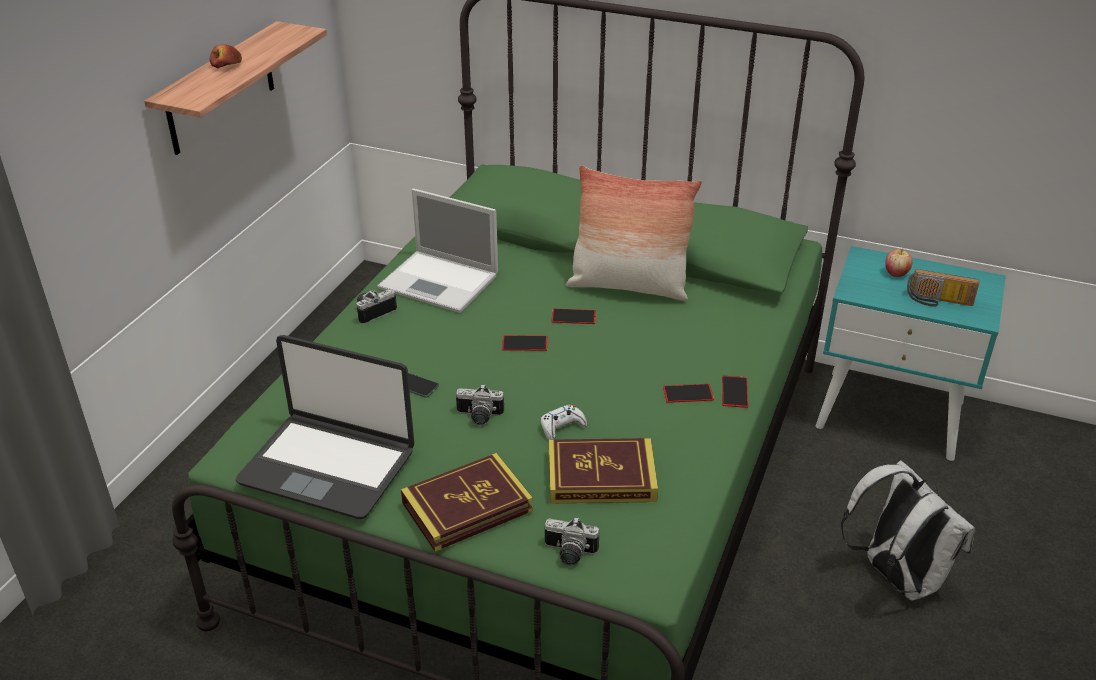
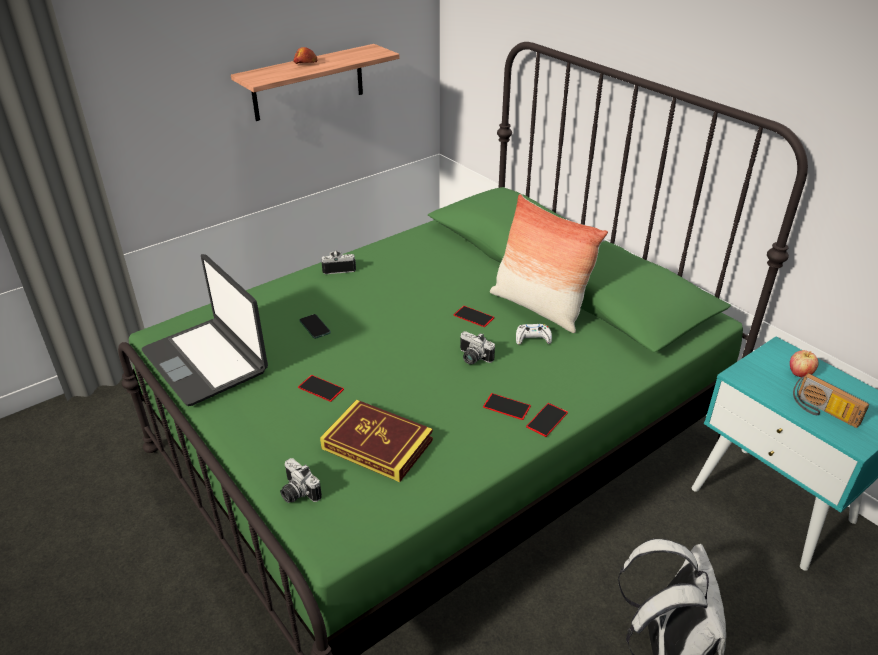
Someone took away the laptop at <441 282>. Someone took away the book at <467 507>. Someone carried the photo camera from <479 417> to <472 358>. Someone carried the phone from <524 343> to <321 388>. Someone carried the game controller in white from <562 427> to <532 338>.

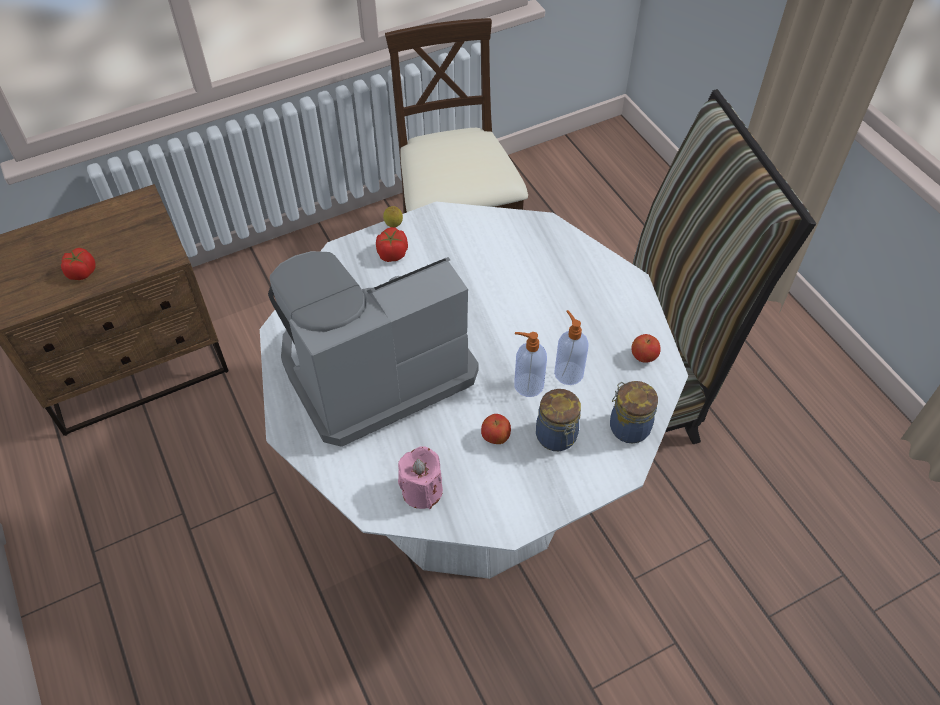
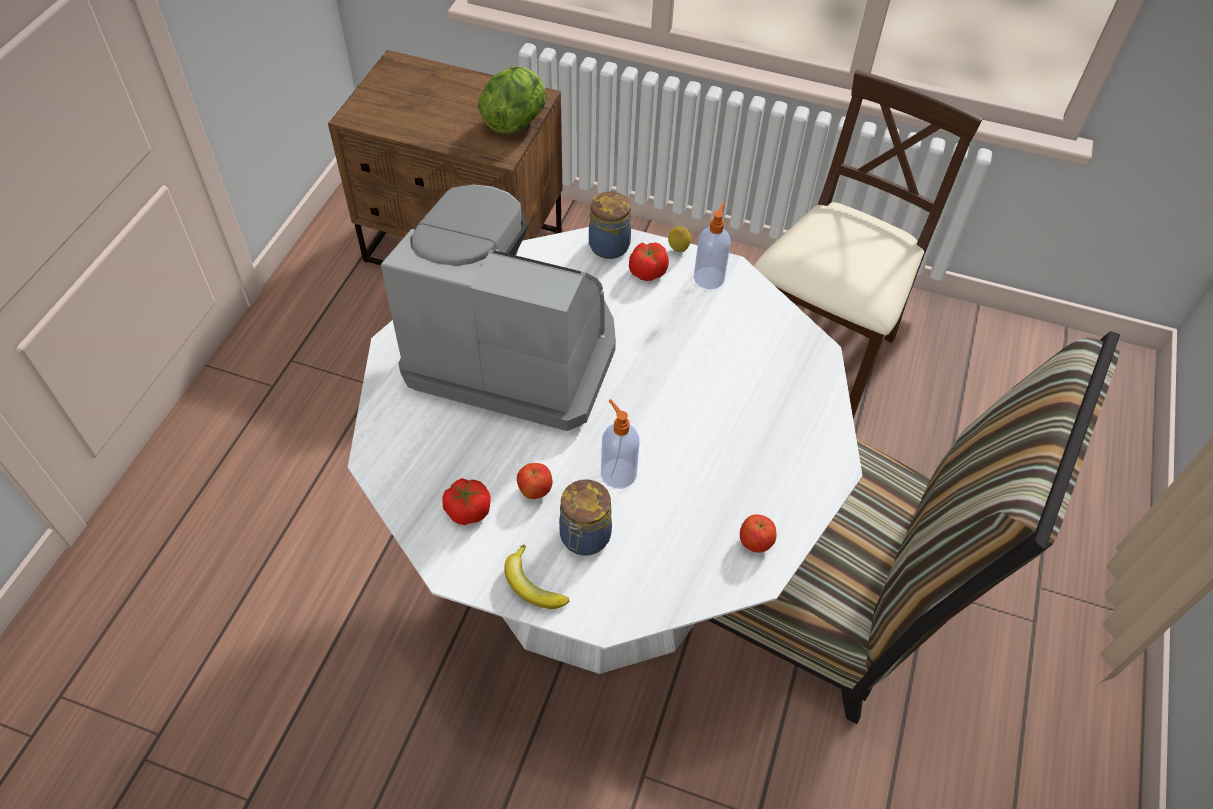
Someone took away the candle in pink at <422 490>. Someone put down the lettuce at <516 121>. Someone put down the banana at <532 585>. Someone carried the tomato from <81 272> to <468 510>. Someone carried the soap dispenser from <568 372> to <709 277>. Someone carried the jar from <628 426> to <609 244>.

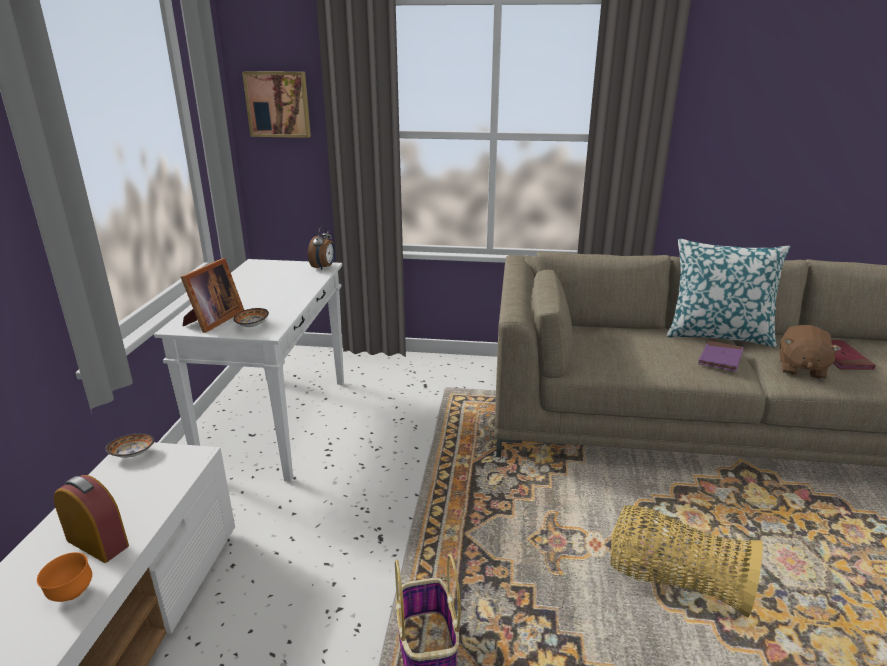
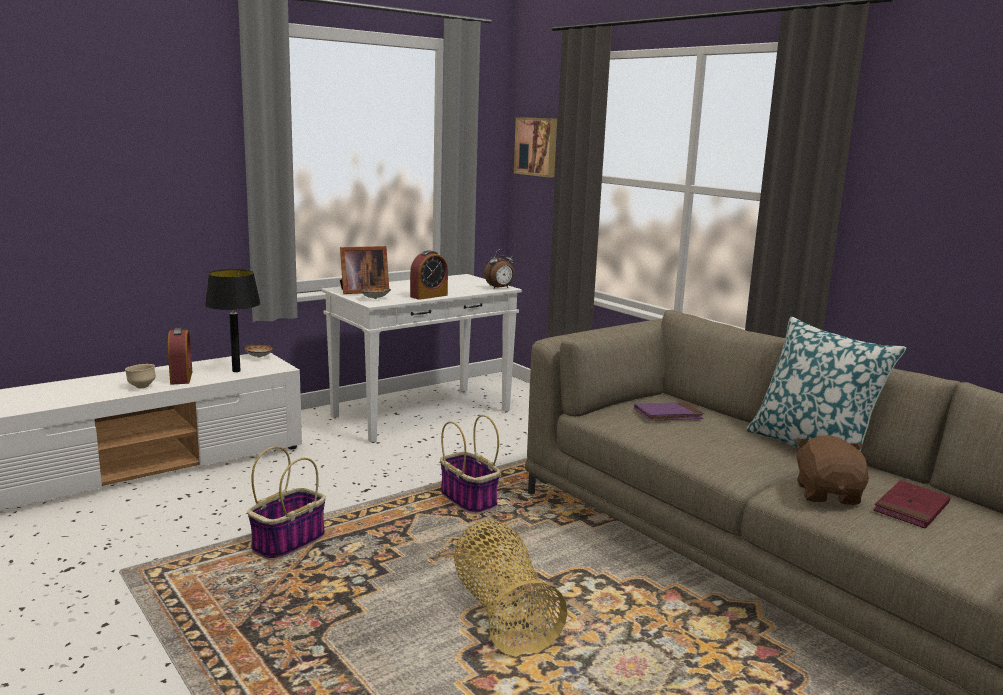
Someone put down the table lamp in black at <236 371>. Someone put down the alarm clock at <429 296>. Someone put down the basket at <469 500>. Someone carried the book in purple from <720 358> to <668 415>. Someone repainted the bowl in orange at <71 594>, which became the bowl in beige at <141 387>. Someone rotated the plush toy in brown at <800 368> by 120 degrees clockwise.

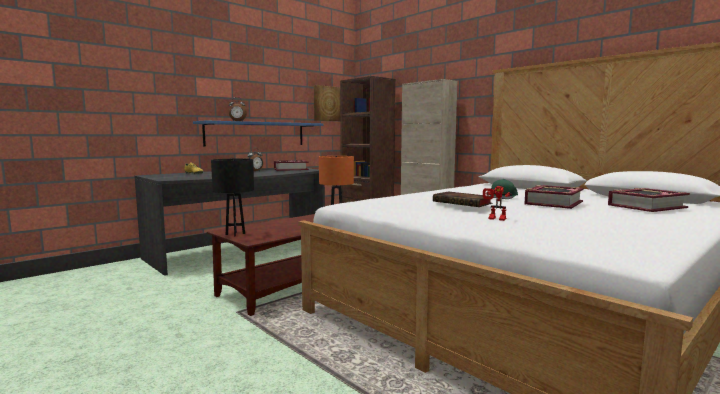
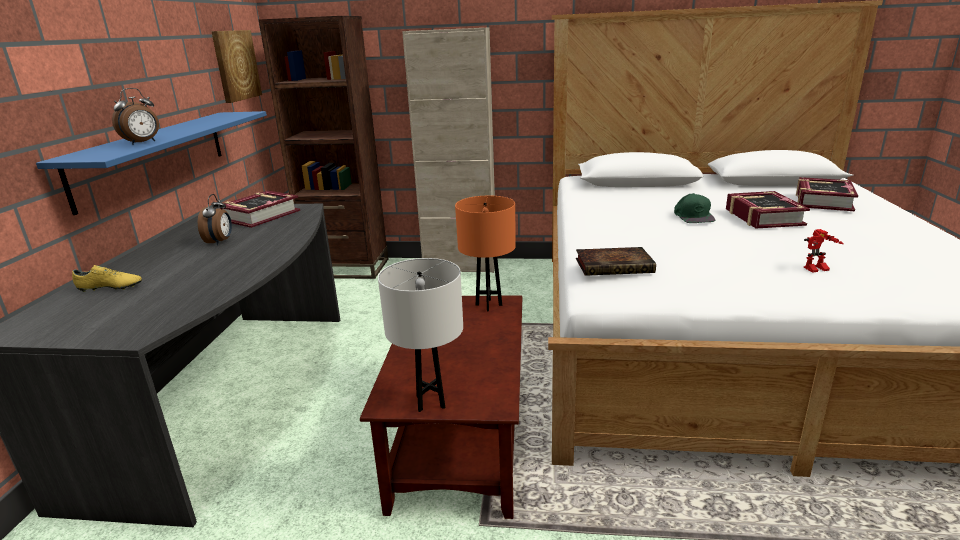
Someone carried the book from <464 203> to <615 266>. Someone repainted the table lamp in black at <235 234>, which became the table lamp in white at <430 402>.

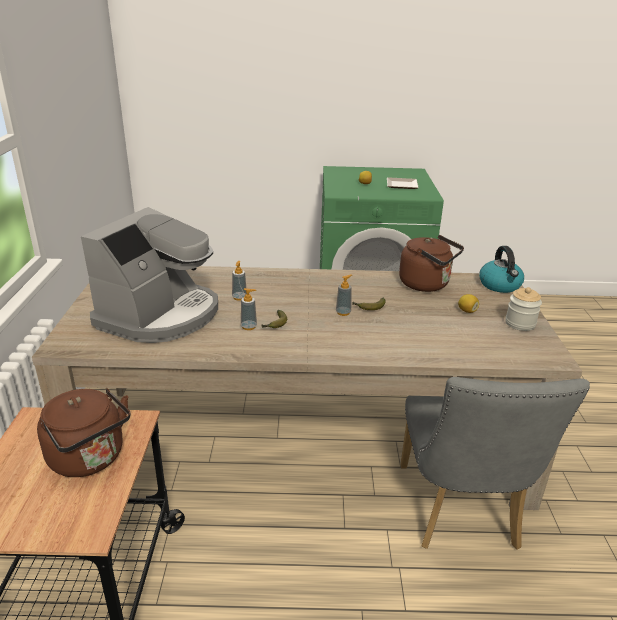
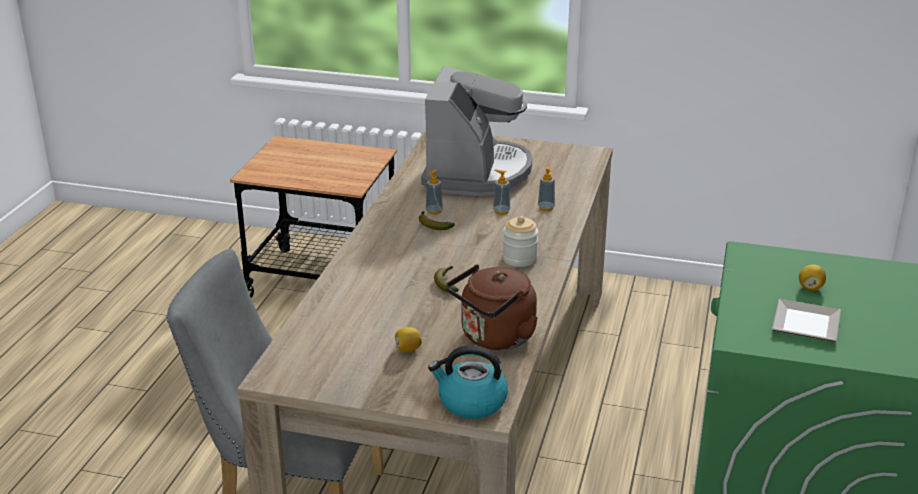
Someone took away the kettle in brown at <90 459>. Someone carried the soap dispenser from <343 312> to <546 208>. Someone carried the jar from <520 323> to <519 259>. Someone rotated the coffee machine at <160 315> by 120 degrees counterclockwise.

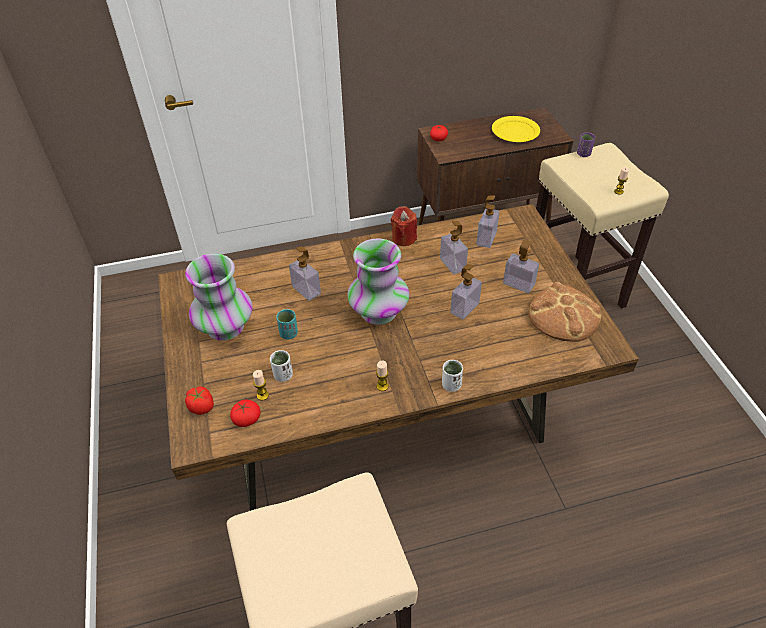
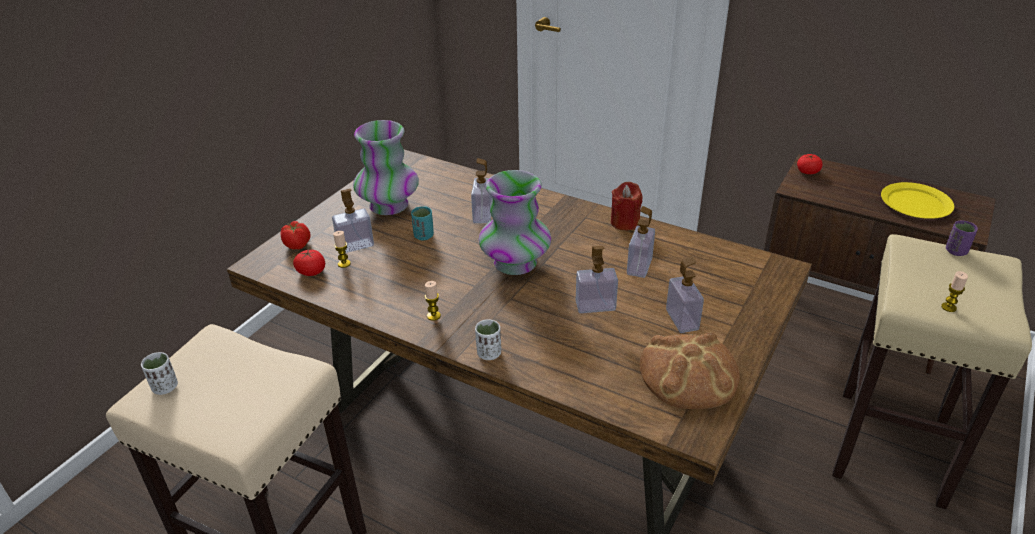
Someone carried the cup in white from <283 375> to <165 387>. Someone carried the soap dispenser from <486 238> to <355 245>.

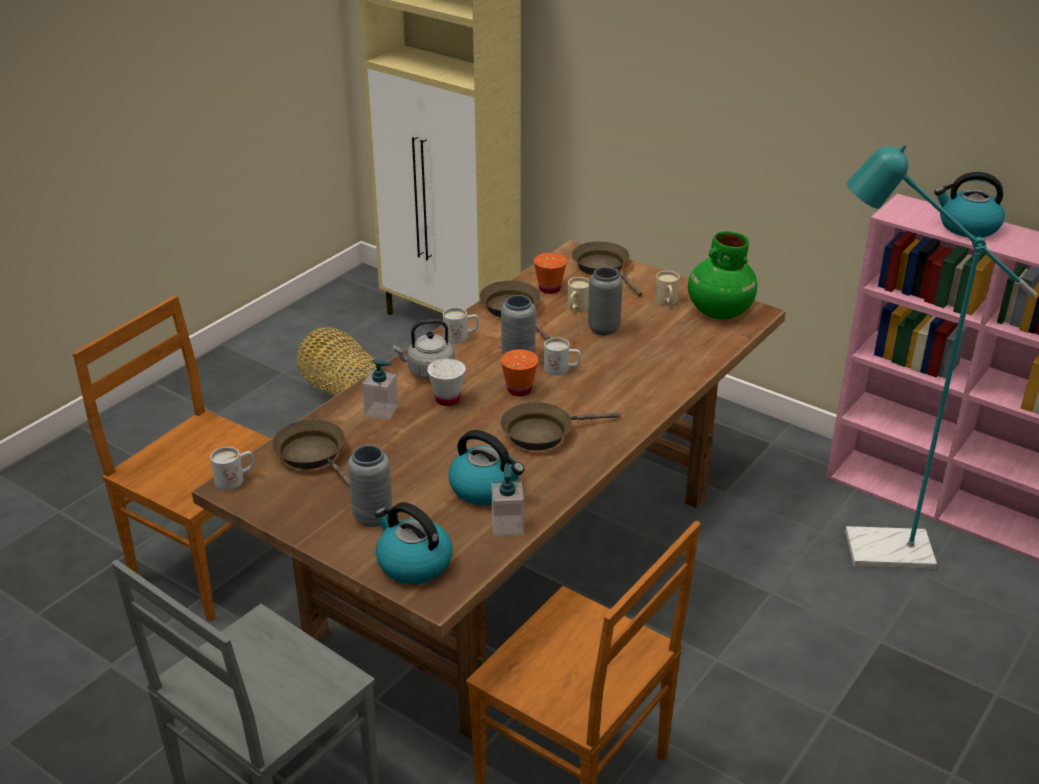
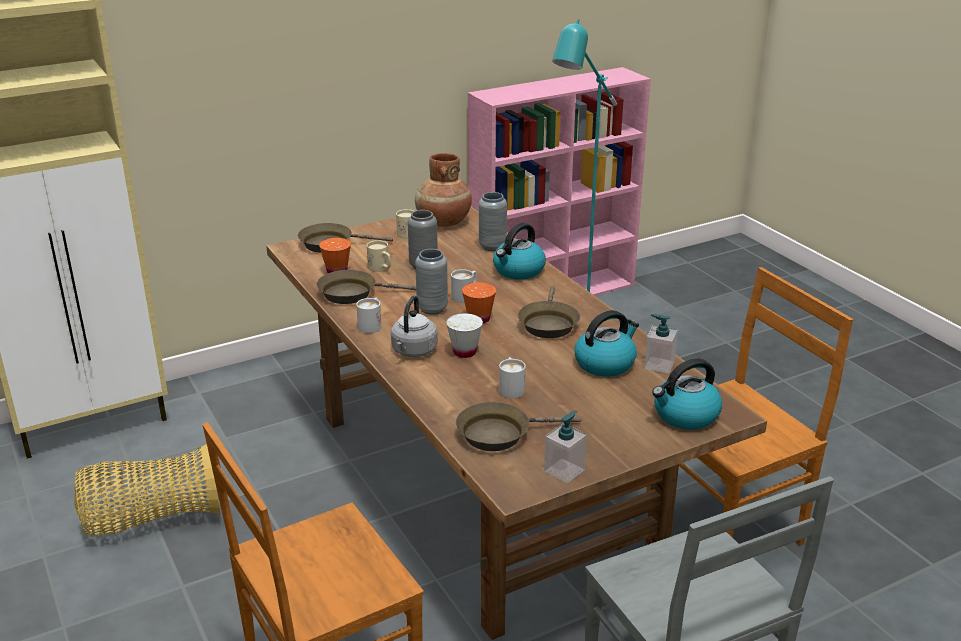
Someone carried the mug in white from <235 479> to <511 388>. Someone carried the vase in grey from <373 517> to <492 246>. Someone carried the soap dispenser from <381 410> to <564 470>. Someone carried the kettle from <967 227> to <518 271>. Someone repainted the vase in green at <719 311>, which became the vase in brown at <443 222>.

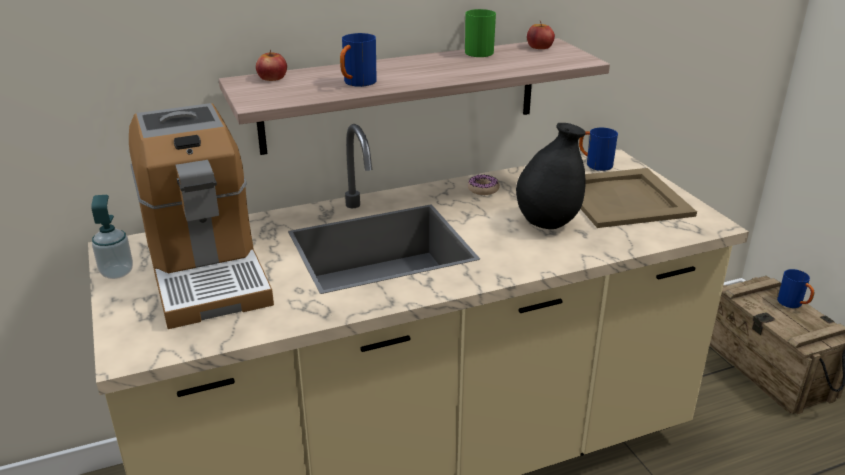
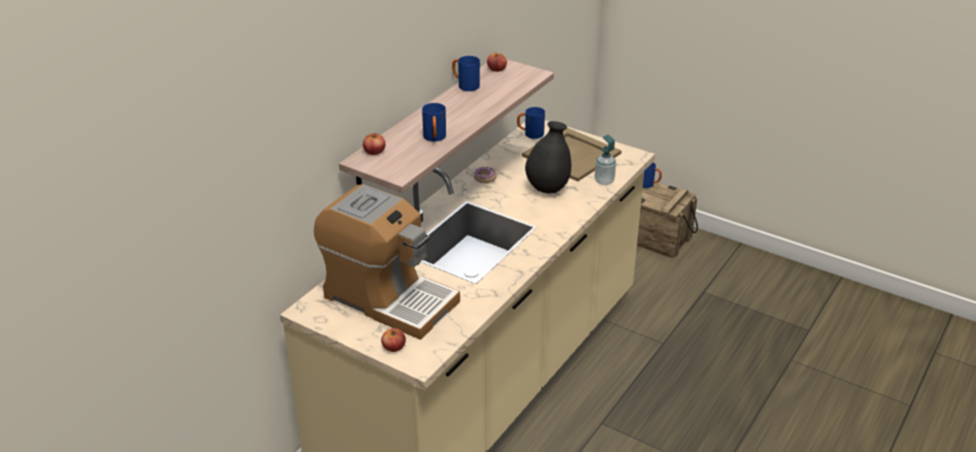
Someone put down the apple at <394 346>. Someone carried the soap dispenser from <117 272> to <604 181>. Someone repainted the mug in green at <476 51>, which became the mug in blue at <465 85>.

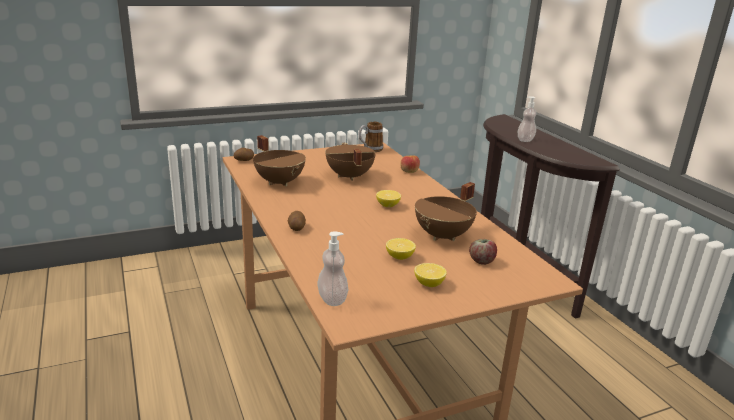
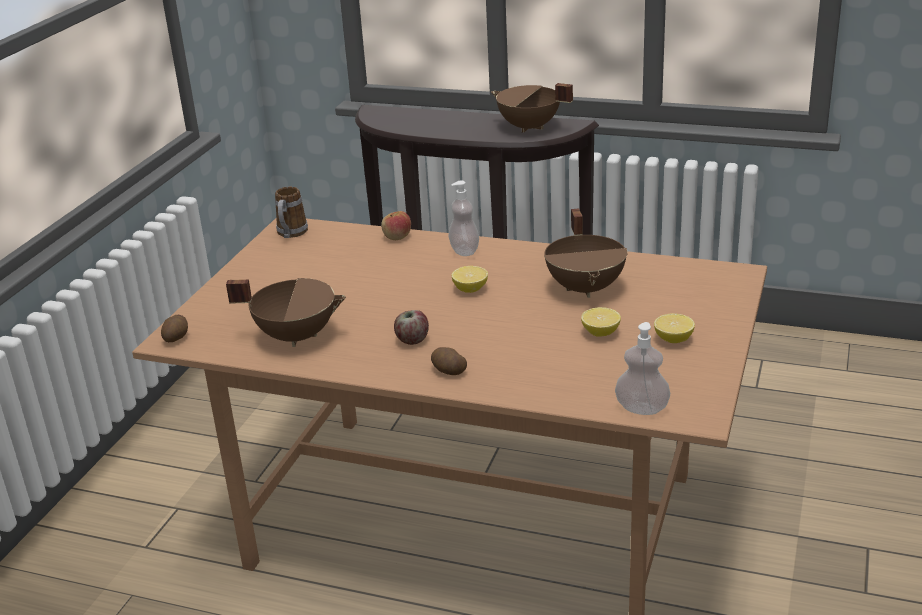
Someone carried the cooking pot in brown from <348 176> to <529 127>. Someone carried the apple from <481 261> to <412 340>. Someone carried the soap dispenser from <525 140> to <464 251>.

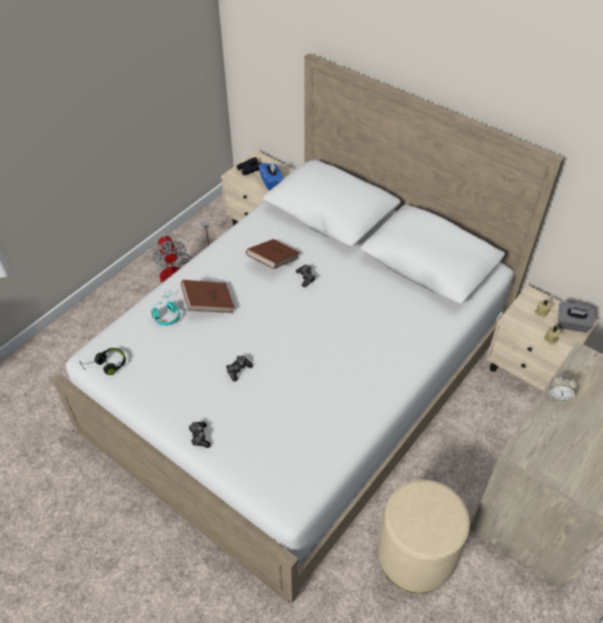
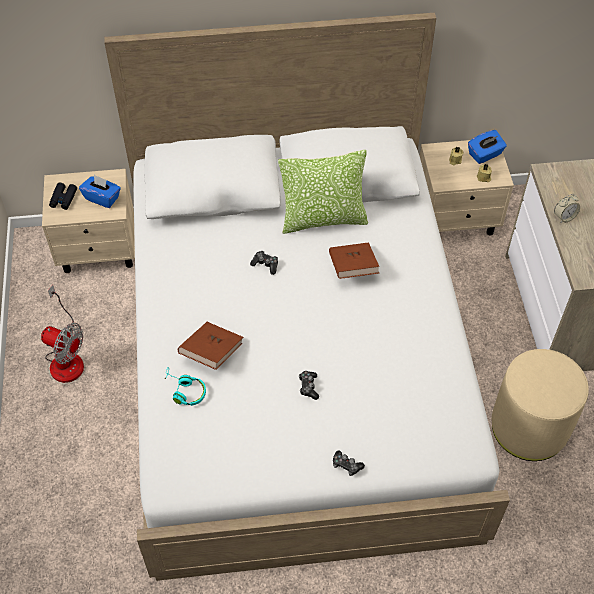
Someone took away the headphones in black at <106 365>. Someone put down the pillow at <323 219>. Someone carried the book in brown from <273 262> to <352 269>. Someone repainted the tissue box in grey at <572 324>, which became the tissue box in blue at <485 155>.

